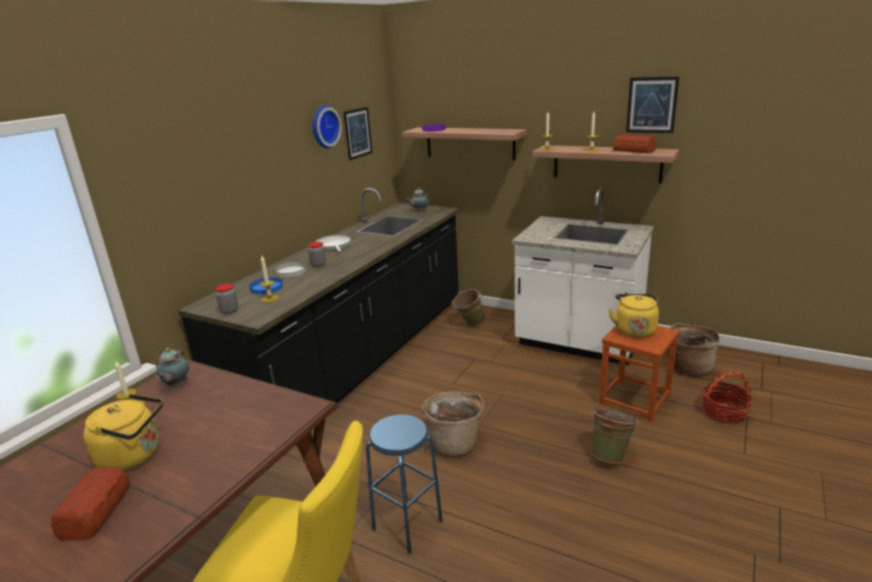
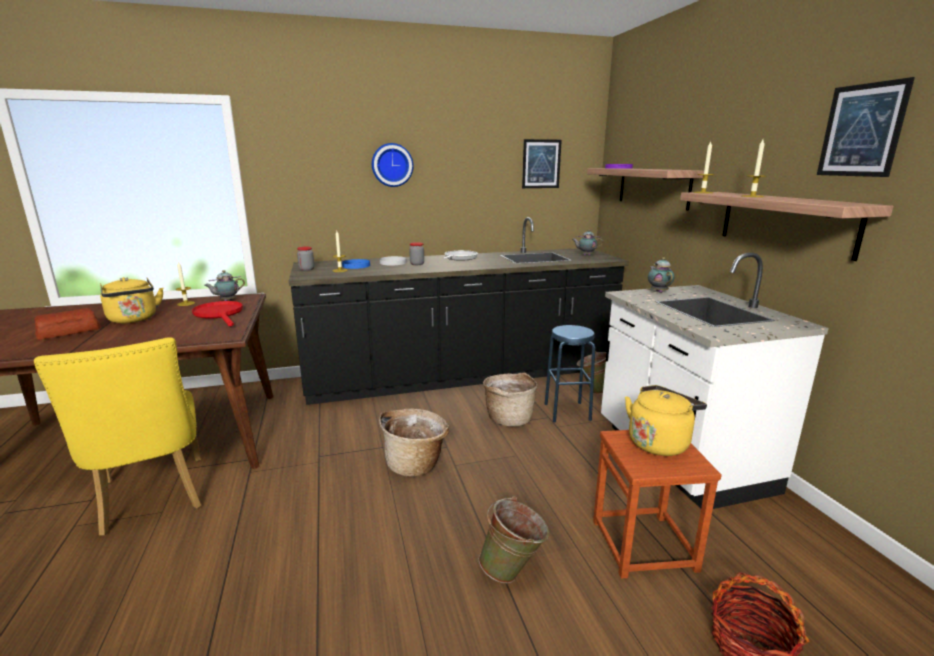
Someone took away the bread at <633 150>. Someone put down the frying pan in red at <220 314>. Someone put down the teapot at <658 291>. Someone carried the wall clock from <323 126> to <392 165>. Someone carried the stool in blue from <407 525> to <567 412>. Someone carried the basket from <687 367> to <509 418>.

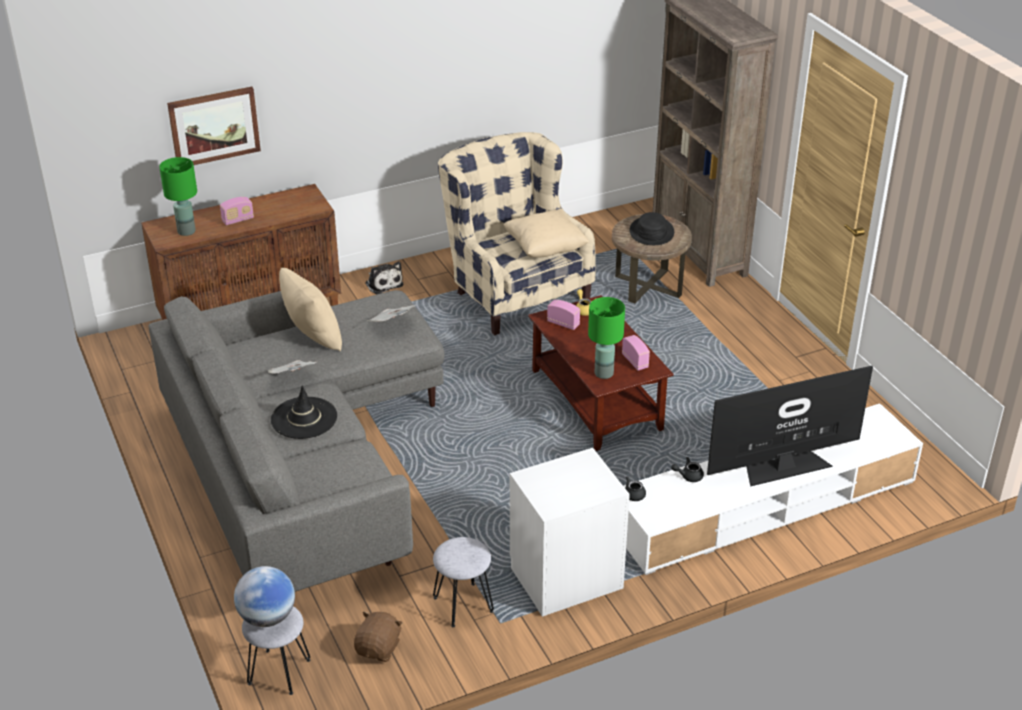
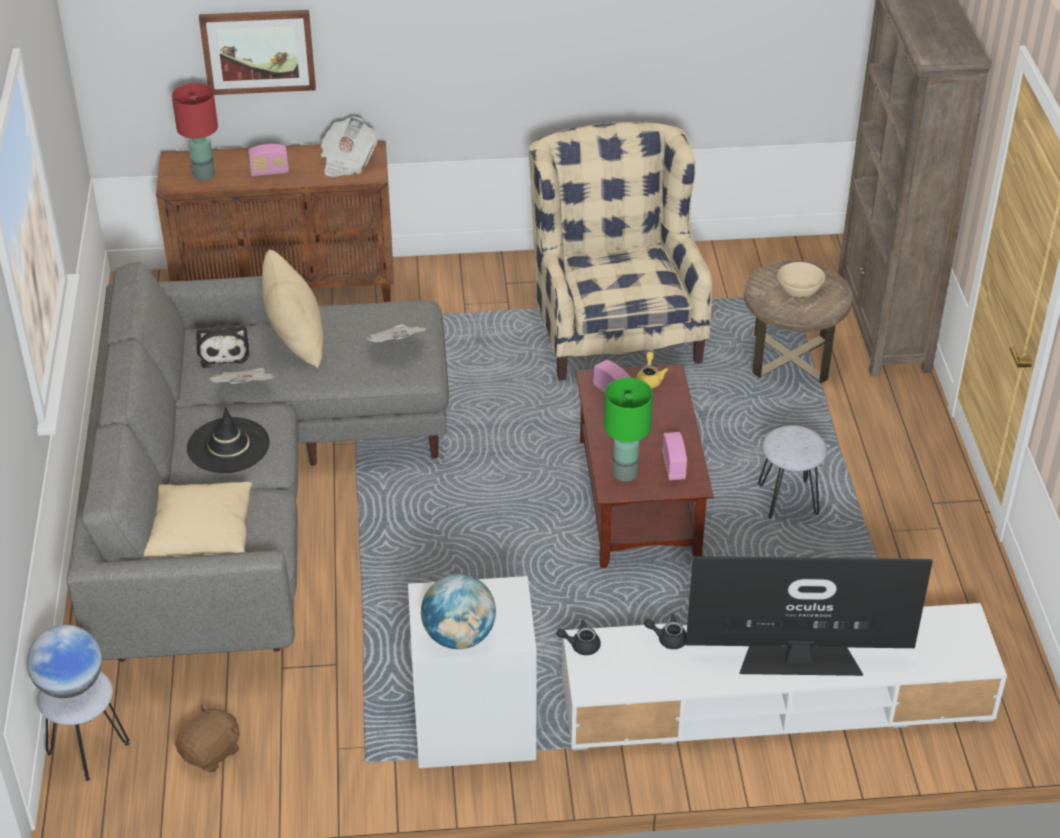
Someone put down the newspaper at <347 162>. Someone put down the globe at <459 637>. Someone carried the plush toy from <383 283> to <223 352>. Someone carried the stool in grey from <462 604> to <787 501>. Someone carried the pillow in beige from <545 249> to <201 541>. Someone swapped the hat in black at <651 232> for the bowl in beige at <799 289>. Someone repainted the table lamp in green at <186 231>, which became the table lamp in red at <203 175>.

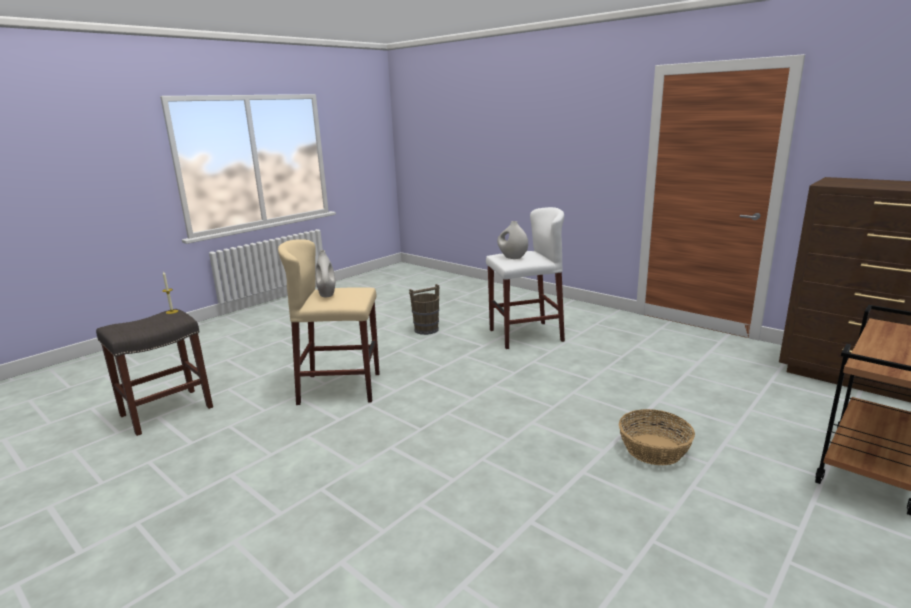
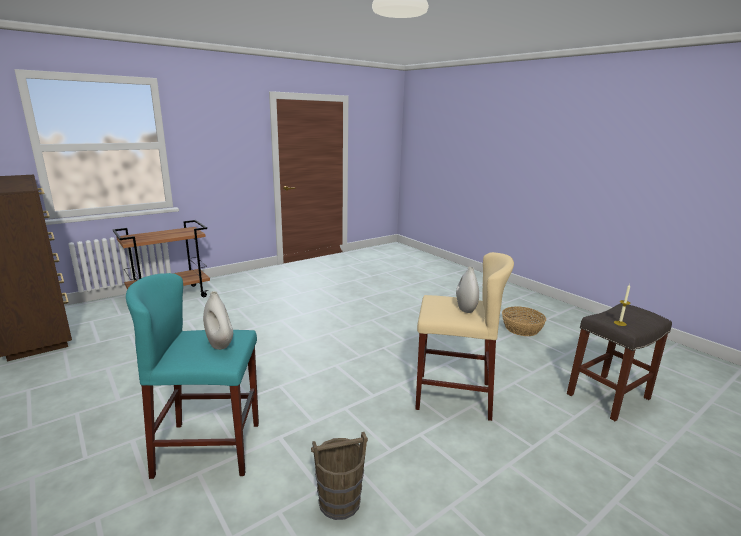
Someone carried the basket from <653 449> to <522 329>. Someone repainted the stool in white at <525 335>, which became the stool in turquoise at <209 448>.

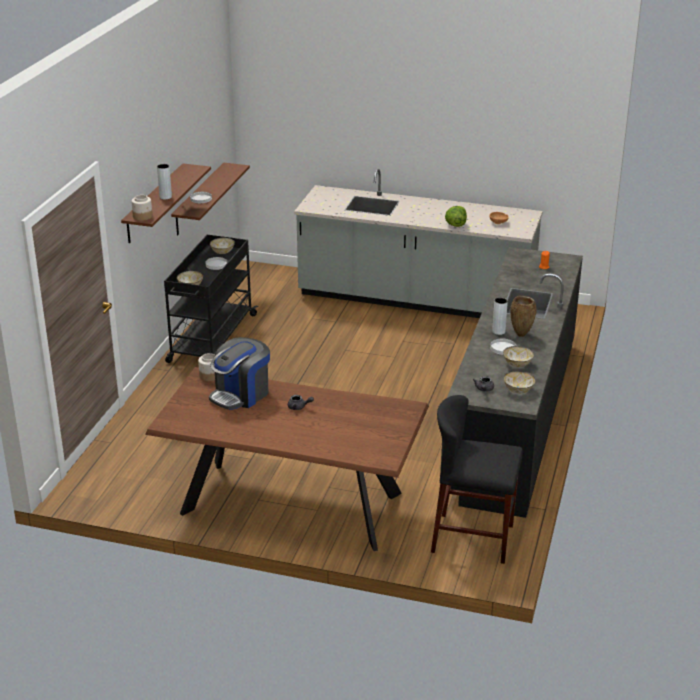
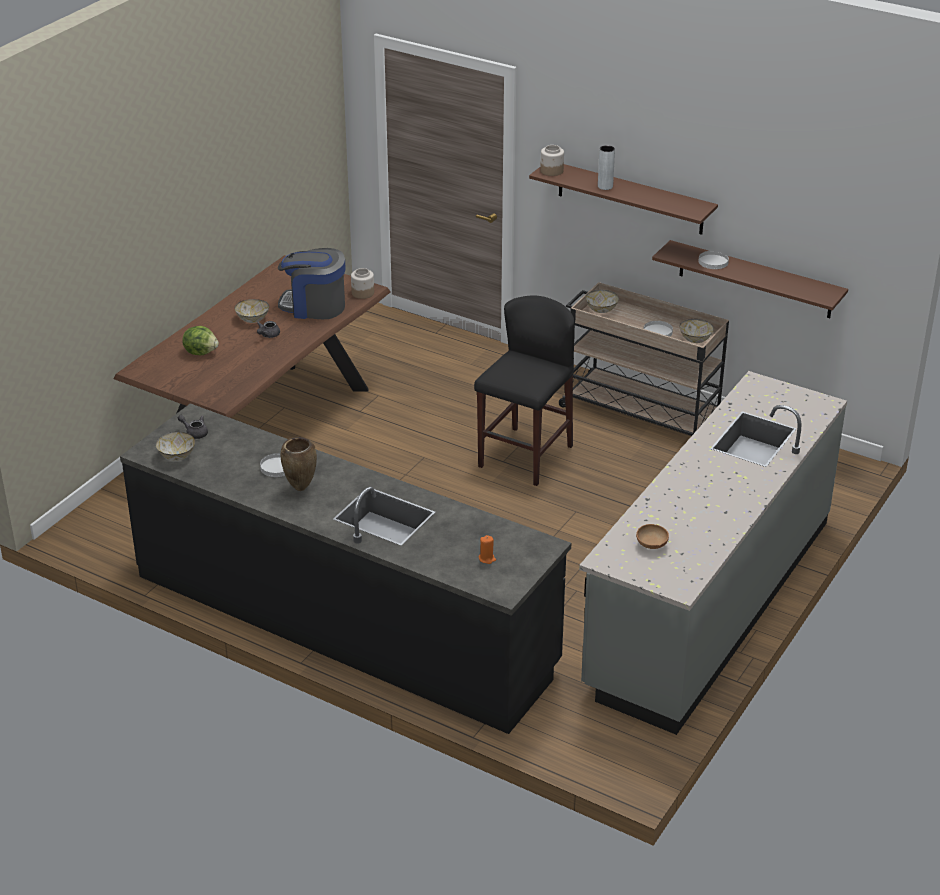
Someone took away the vase in grey at <498 331>. Someone carried the stool in black from <473 539> to <525 456>. Someone carried the lettuce from <455 225> to <201 352>. Someone carried the bowl from <517 364> to <253 319>. Someone repainted the cart in black at <212 339>, which became the cart in beige at <640 412>. Someone rotated the coffee machine at <241 394> by 45 degrees counterclockwise.

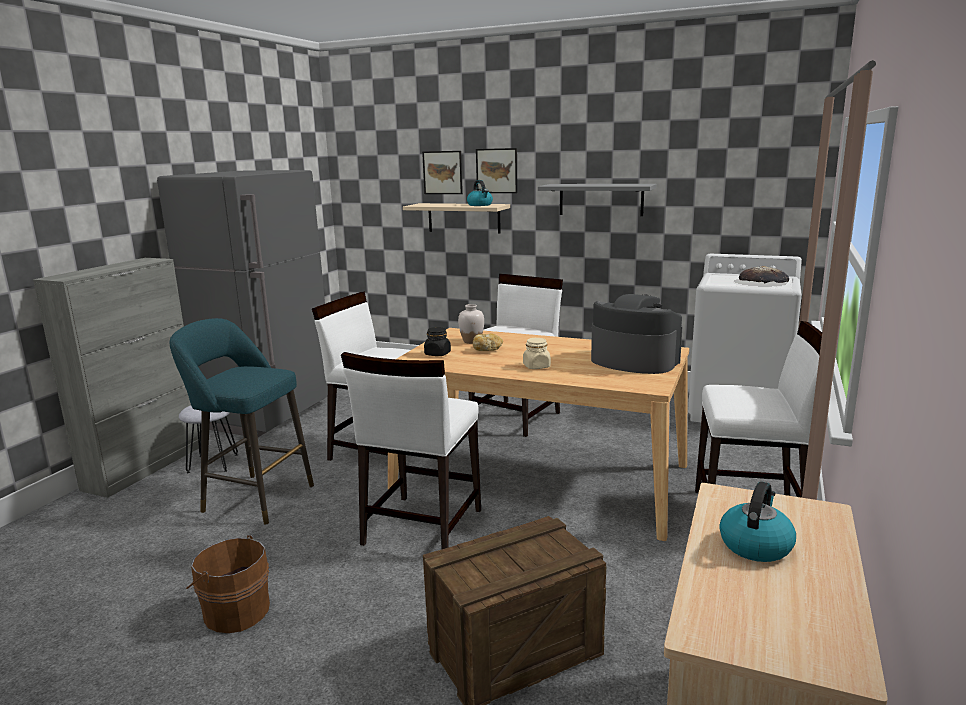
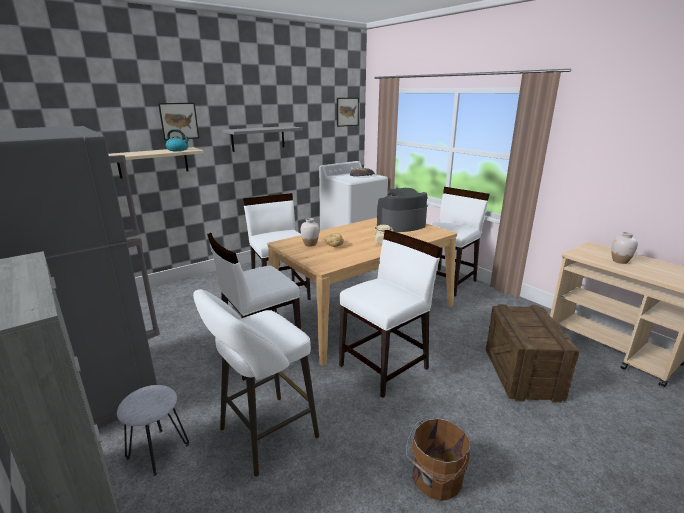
Someone took away the jar in black at <437 354>. Someone carried the picture from <442 172> to <347 112>. Someone swapped the kettle at <755 545> for the vase in white at <620 261>. Someone repainted the stool in turquoise at <253 497>, which became the stool in white at <263 435>. Someone rotated the chair in white at <421 527> by 90 degrees counterclockwise.

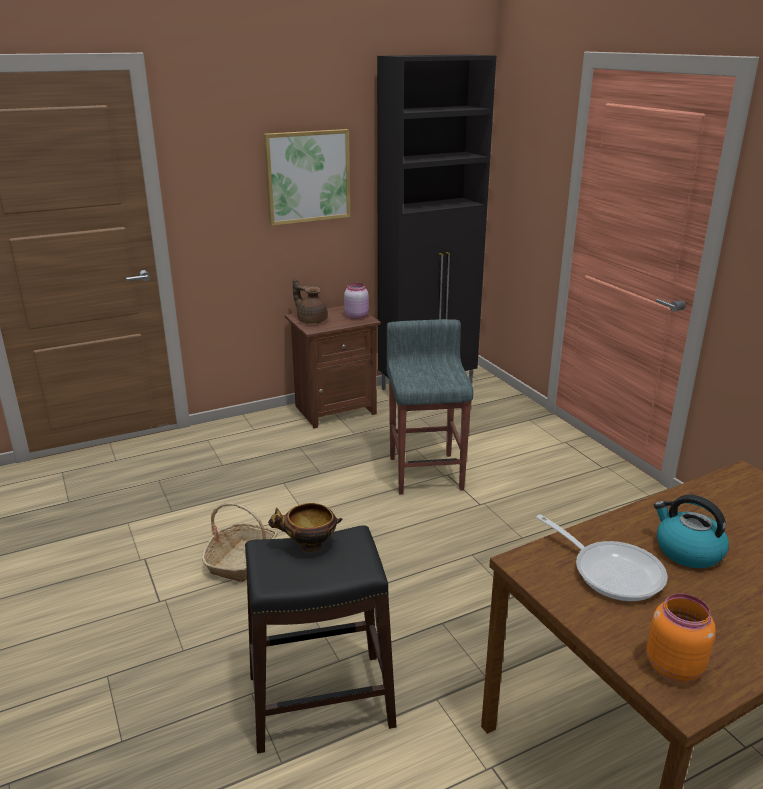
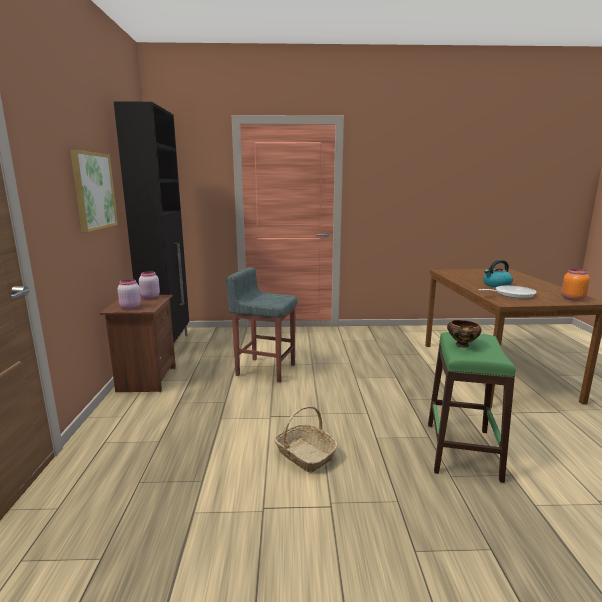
Someone swapped the teapot in brown at <311 320> for the jar in pink at <130 307>. Someone repainted the stool in black at <321 701>, which became the stool in green at <462 450>.

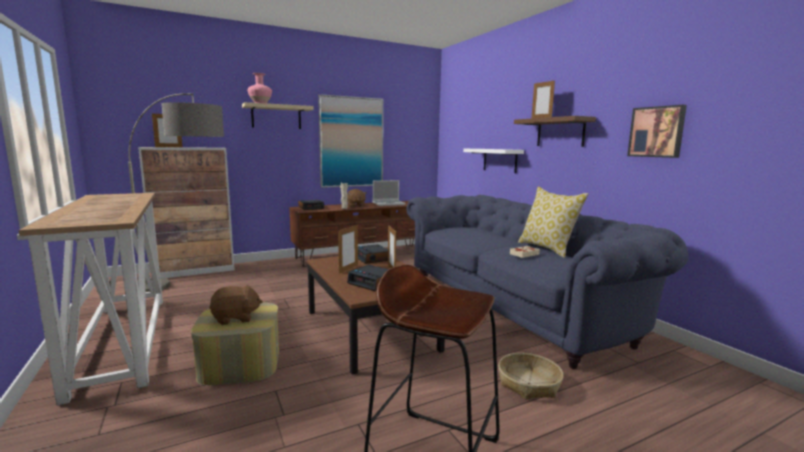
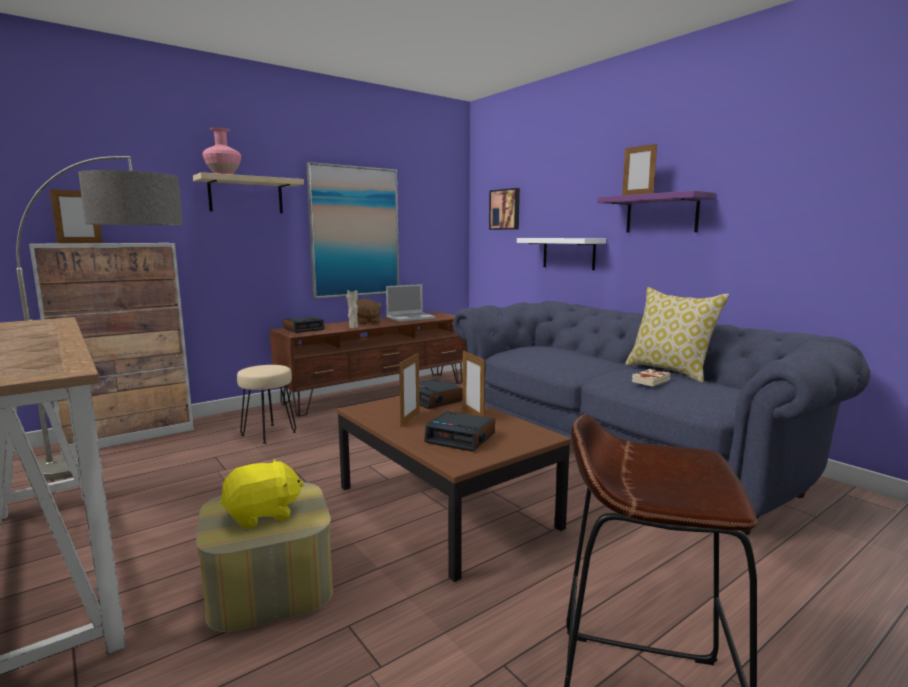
Someone took away the basket at <529 384>. Someone put down the stool in beige at <268 433>. Someone carried the picture from <657 132> to <505 209>. Someone repainted the plush toy in brown at <235 318>, which became the plush toy in yellow at <263 515>. Someone repainted the shelf in brown at <560 132>, which became the shelf in purple at <661 214>.

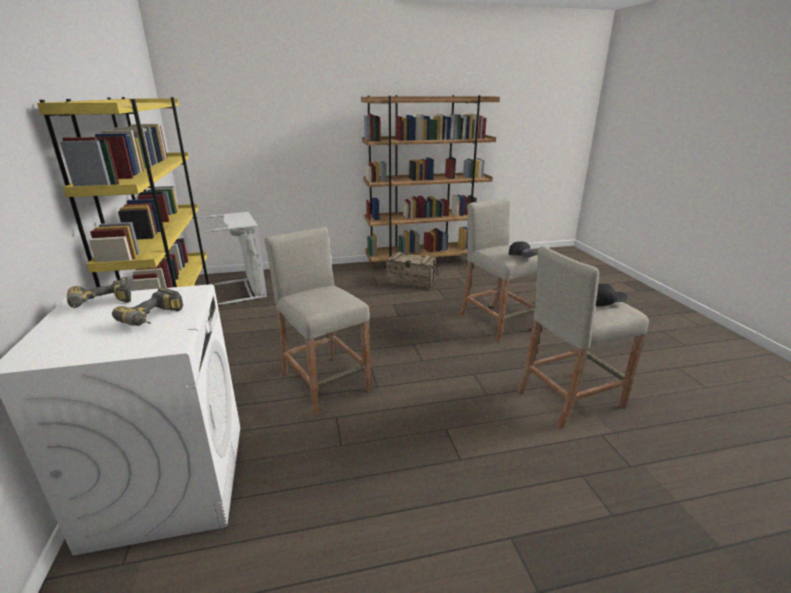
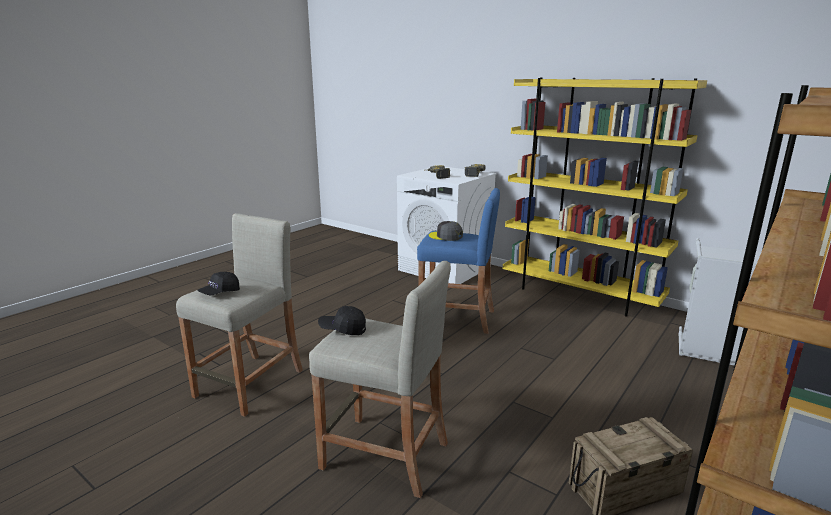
Someone put down the cap in grey at <445 236>. Someone repainted the stool in beige at <325 382>, which became the stool in blue at <457 318>.

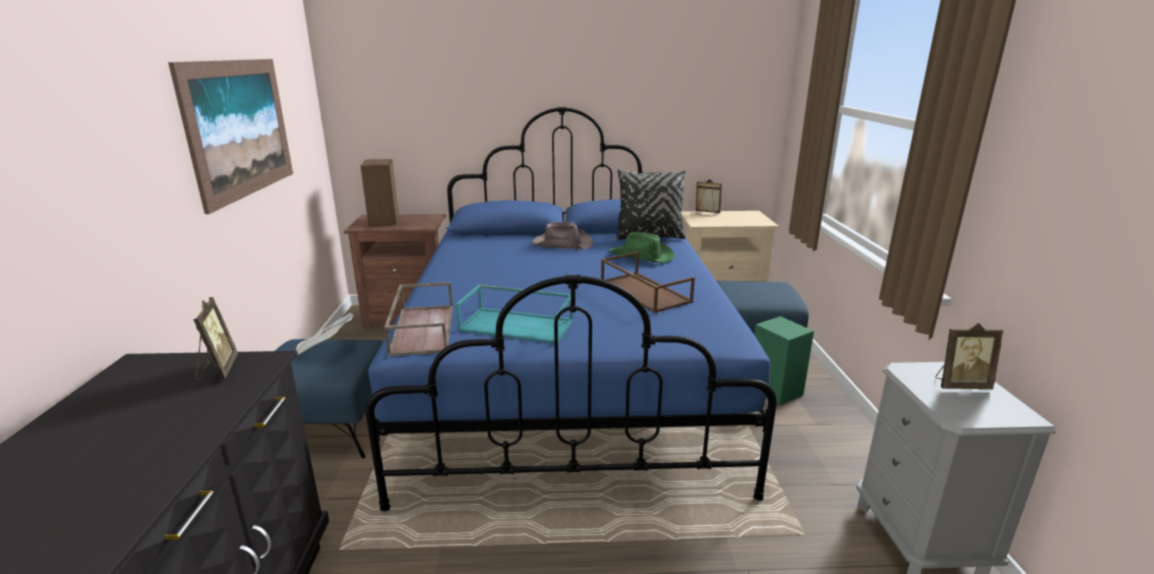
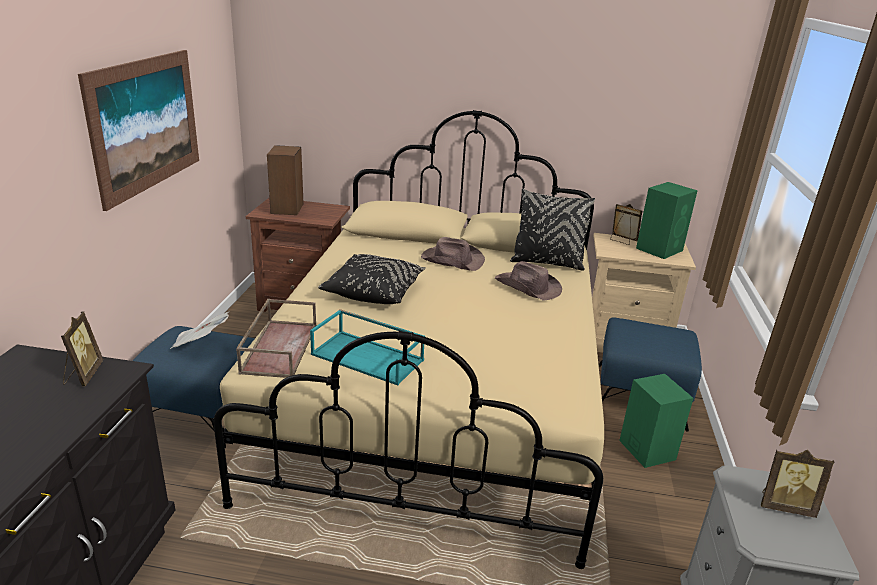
Someone took away the tray in brown at <643 291>. Someone put down the pillow in black at <374 291>. Someone put down the speaker in green at <660 249>. Someone repainted the bed in blue at <568 376>, which became the bed in beige at <438 397>. Someone repainted the hat in green at <642 256>, which became the hat in brown at <528 287>.

